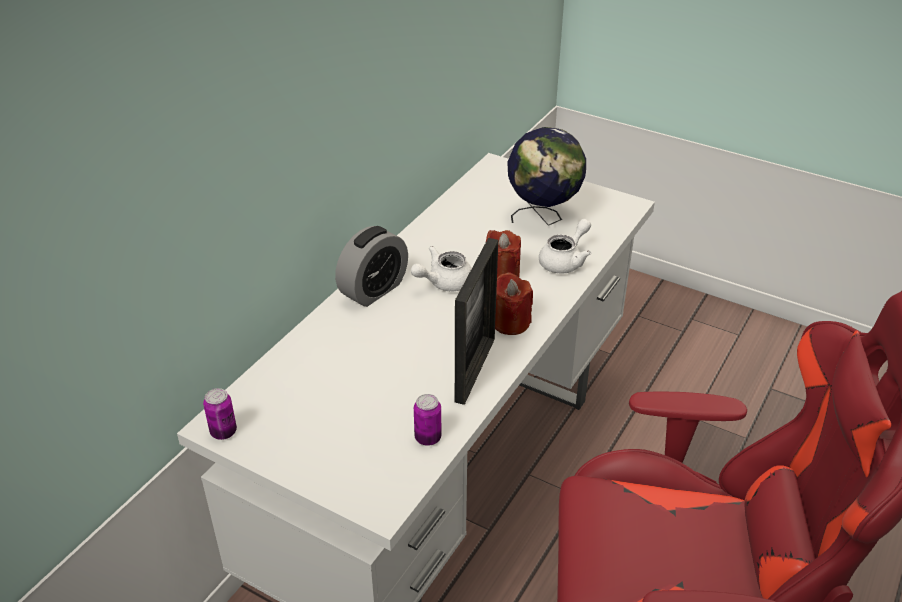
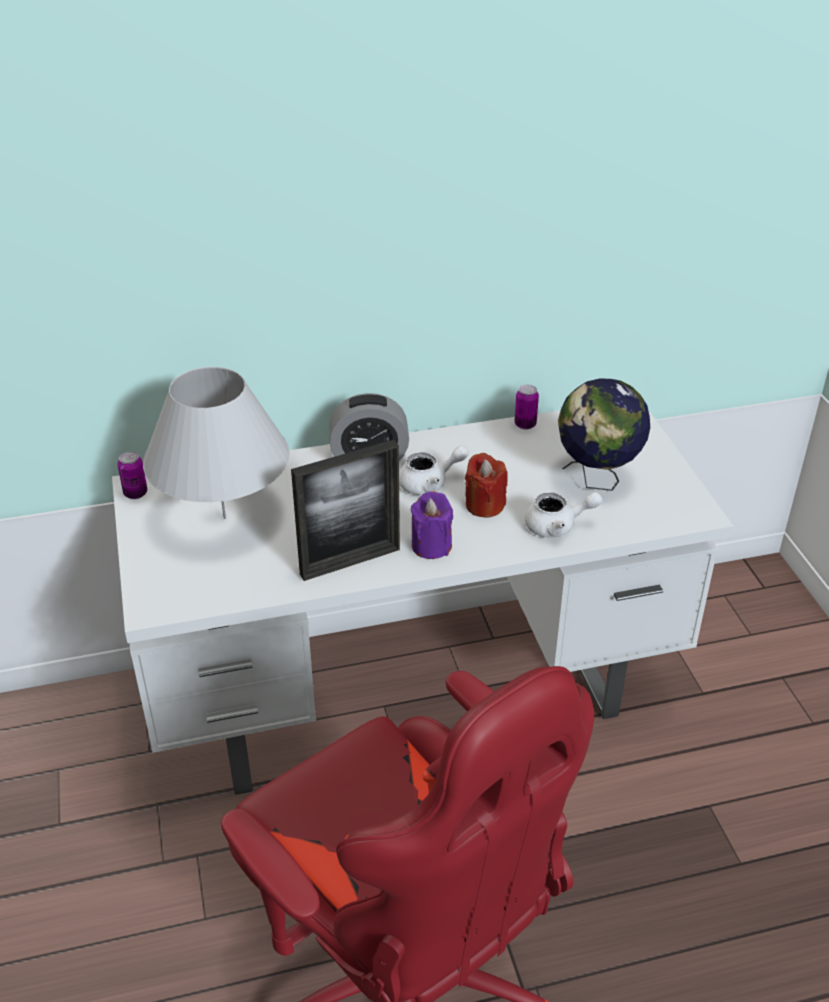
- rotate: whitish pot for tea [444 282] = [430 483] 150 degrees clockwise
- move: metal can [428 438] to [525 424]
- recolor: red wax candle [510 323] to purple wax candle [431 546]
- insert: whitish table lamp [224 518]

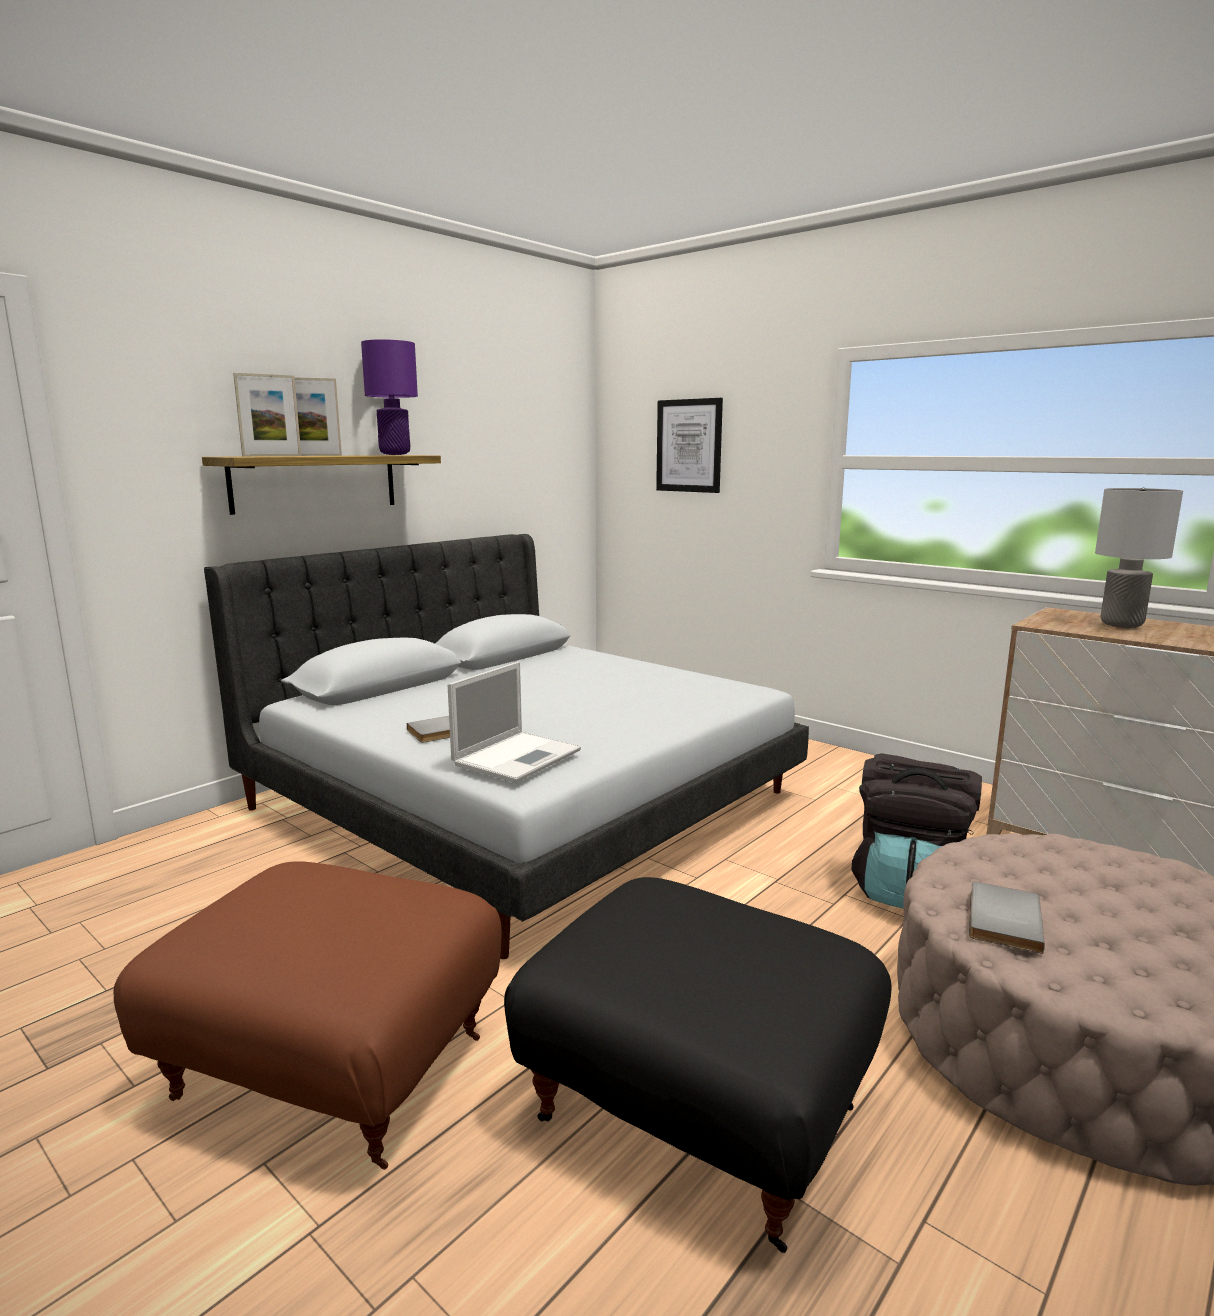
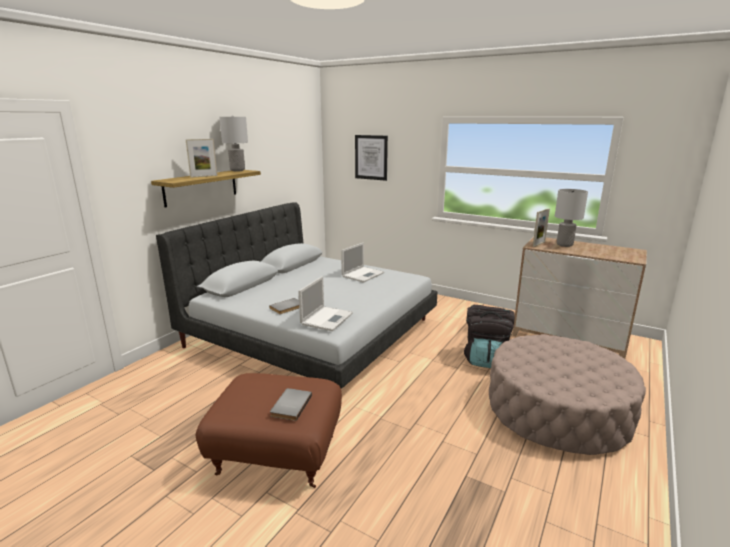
- move: standing frame [272 456] to [539 244]
- recolor: purple table lamp [395 455] to grey table lamp [237 171]
- delete: blackish pouffe [699 1110]
- move: grey volume [1000 919] to [290 405]
- insert: portable computer [363 274]

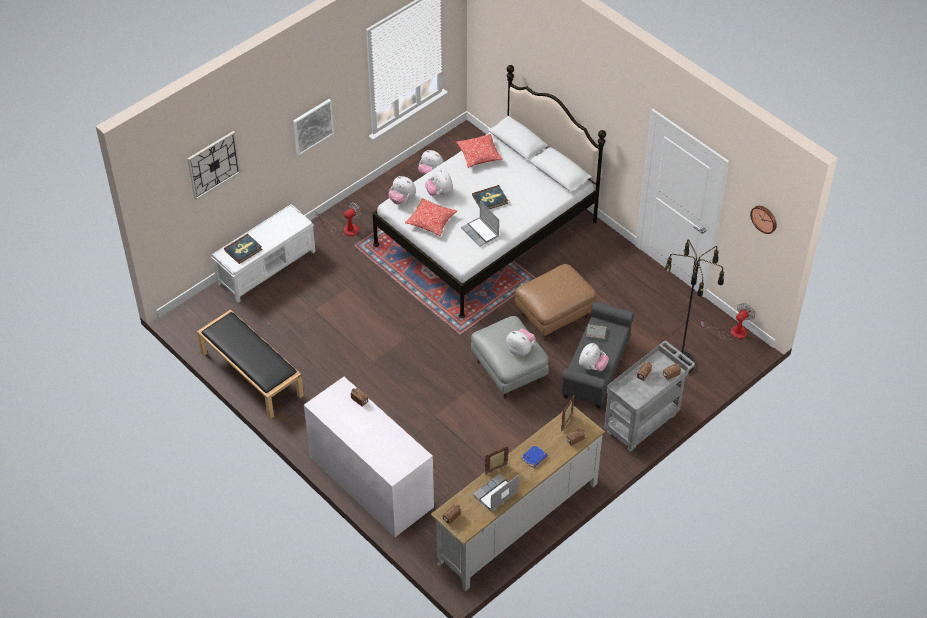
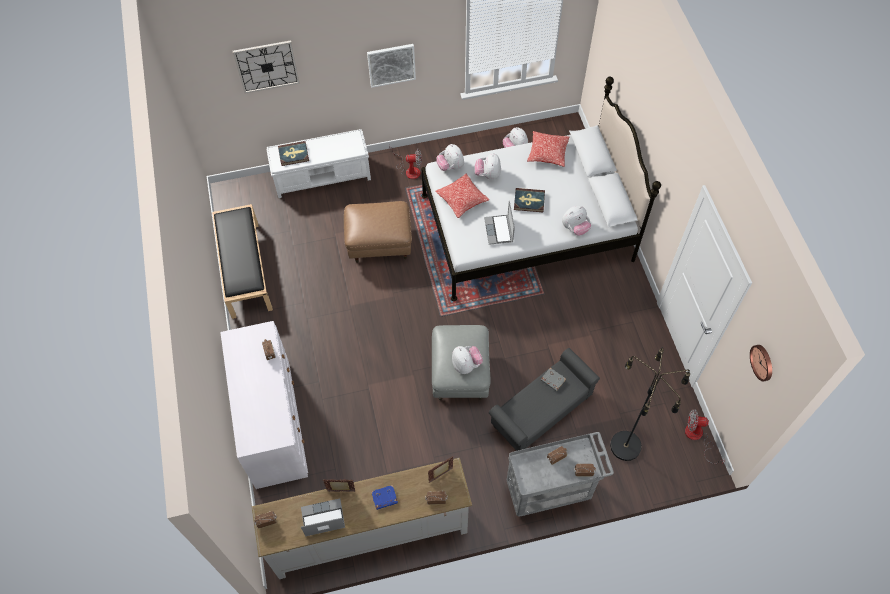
- move: brownish pouffe [554 317] to [379 244]
- move: cuddly toy [592 367] to [575 228]
- rotate: electric fan [732 332] = [697 437] 150 degrees counterclockwise

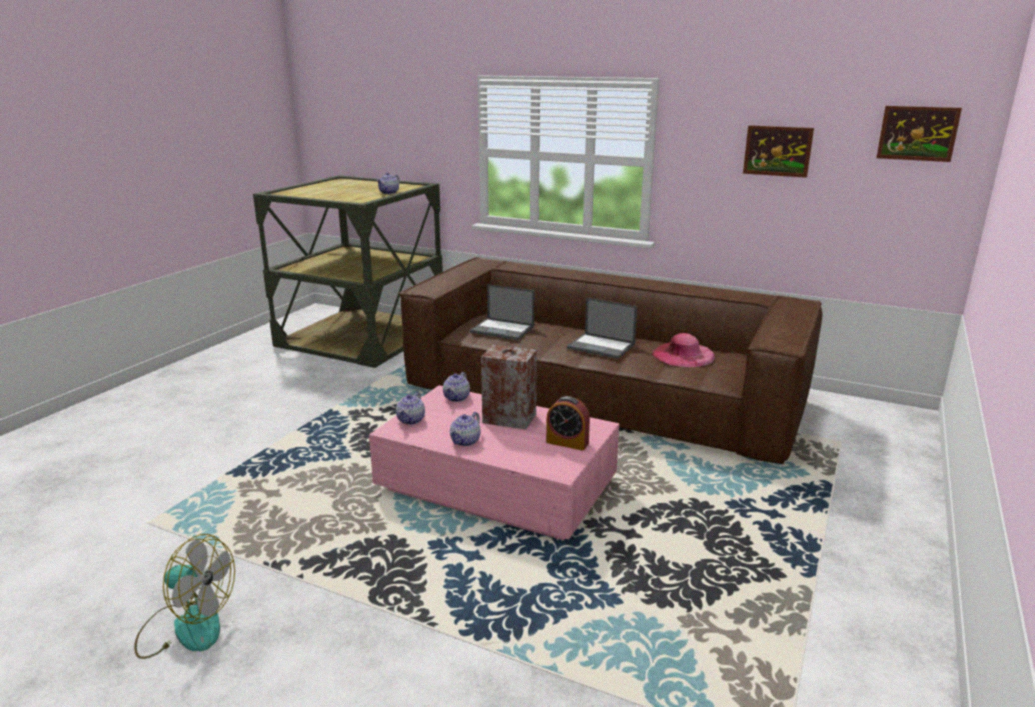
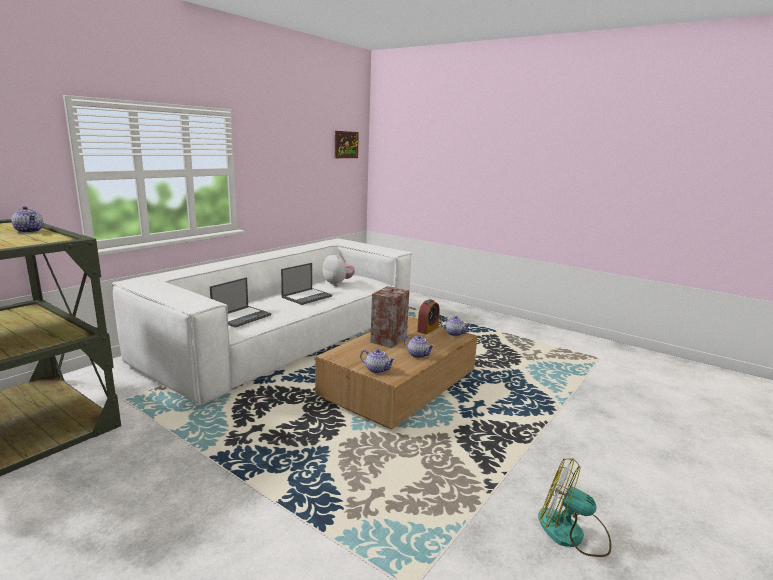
- rotate: electric fan [186 626] = [572 533] 90 degrees counterclockwise
- recolor: pinkish lounge table [497 487] to brownish lounge table [399 387]
- recolor: brownish couch [602 394] to whitish couch [287 337]
- move: pot for tea [457 398] to [454 333]
- replace: pinkish hat [683 355] to cuddly toy [338 283]
- delete: wall picture [777 151]

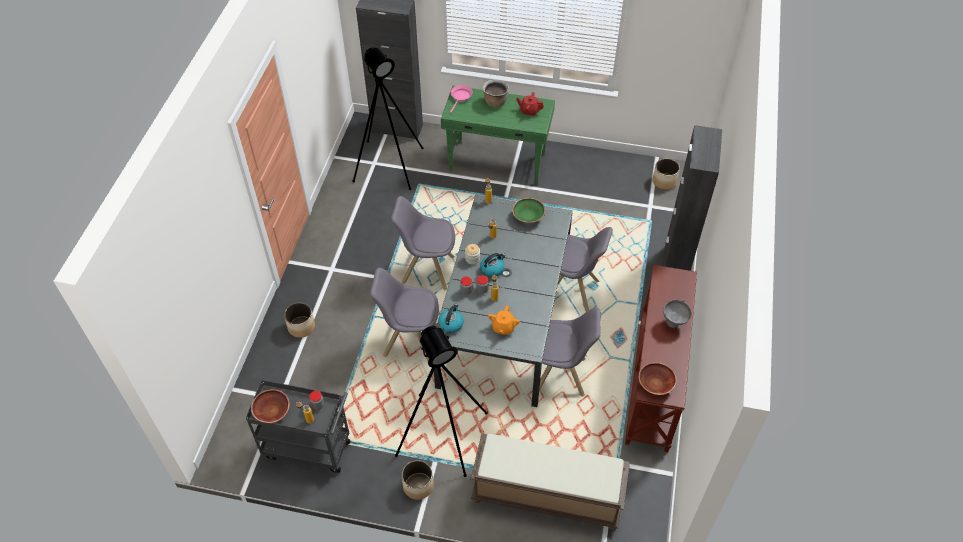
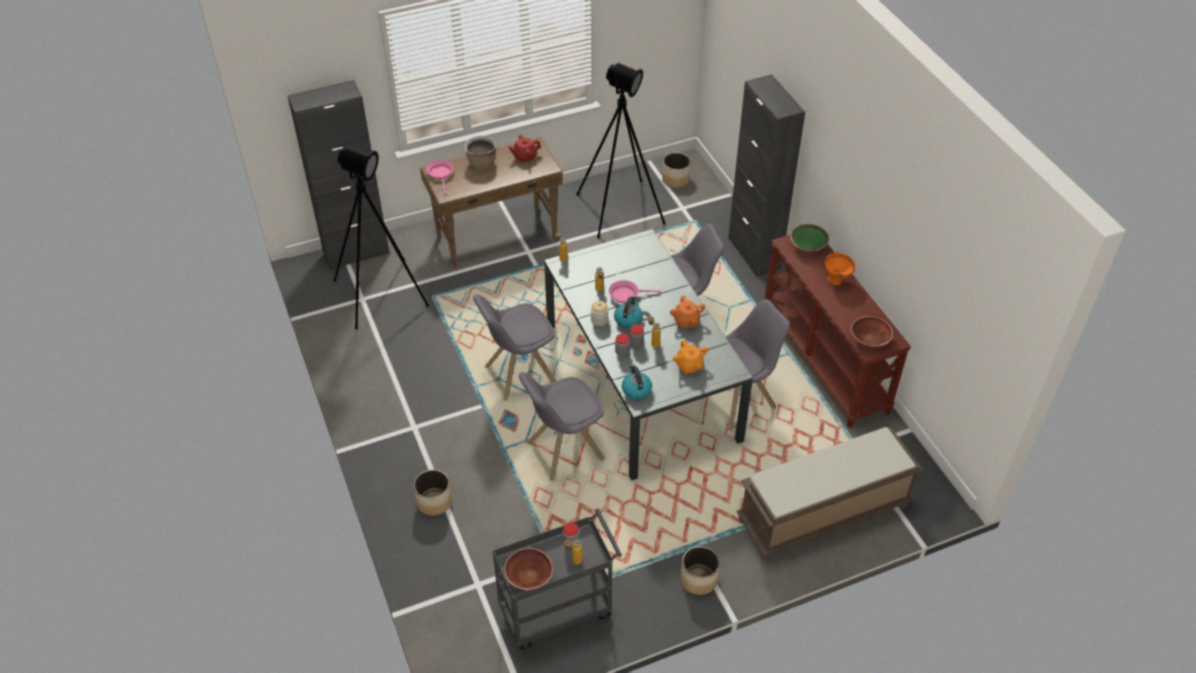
- move: blackish standing lamp [442 435] to [620 209]
- recolor: green-coloured hall table [498 162] to brownish hall table [497 236]
- move: green-coloured serving bowl [528 216] to [808 245]
- recolor: grey serving bowl [674 323] to orange-coloured serving bowl [836 280]
- insert: pinkish pan [626 295]
- insert: orange-coloured pot for tea [686 321]

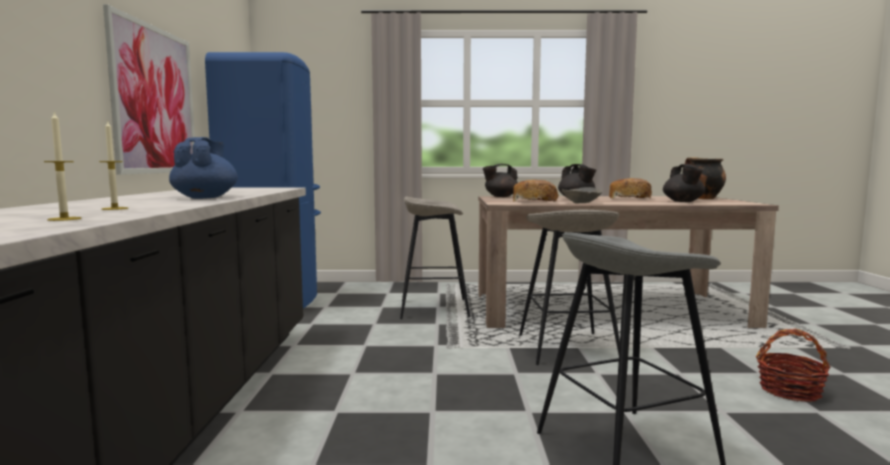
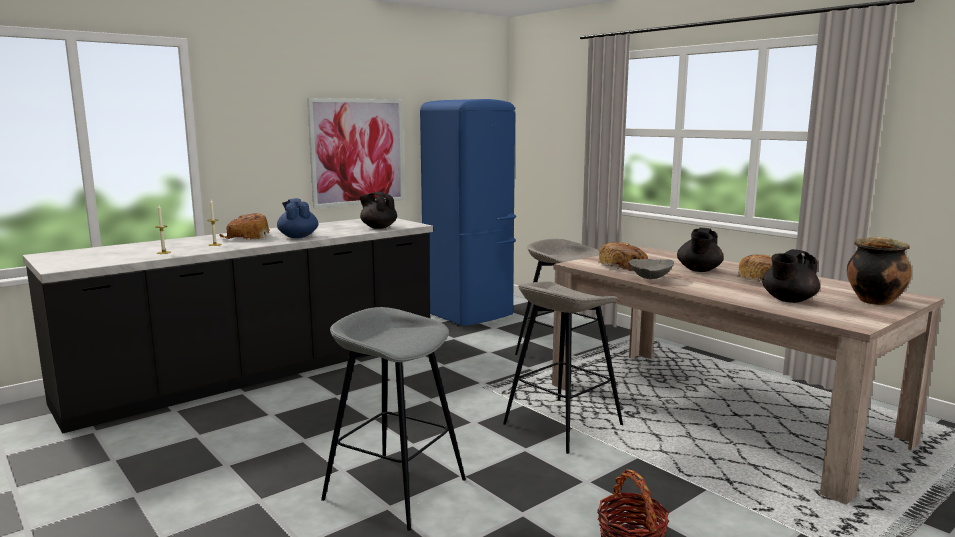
- rotate: bluish pot for tea [205 198] = [298 237] 75 degrees counterclockwise
- move: blackish pot for tea [500 196] to [378 227]
- insert: bread [246 237]

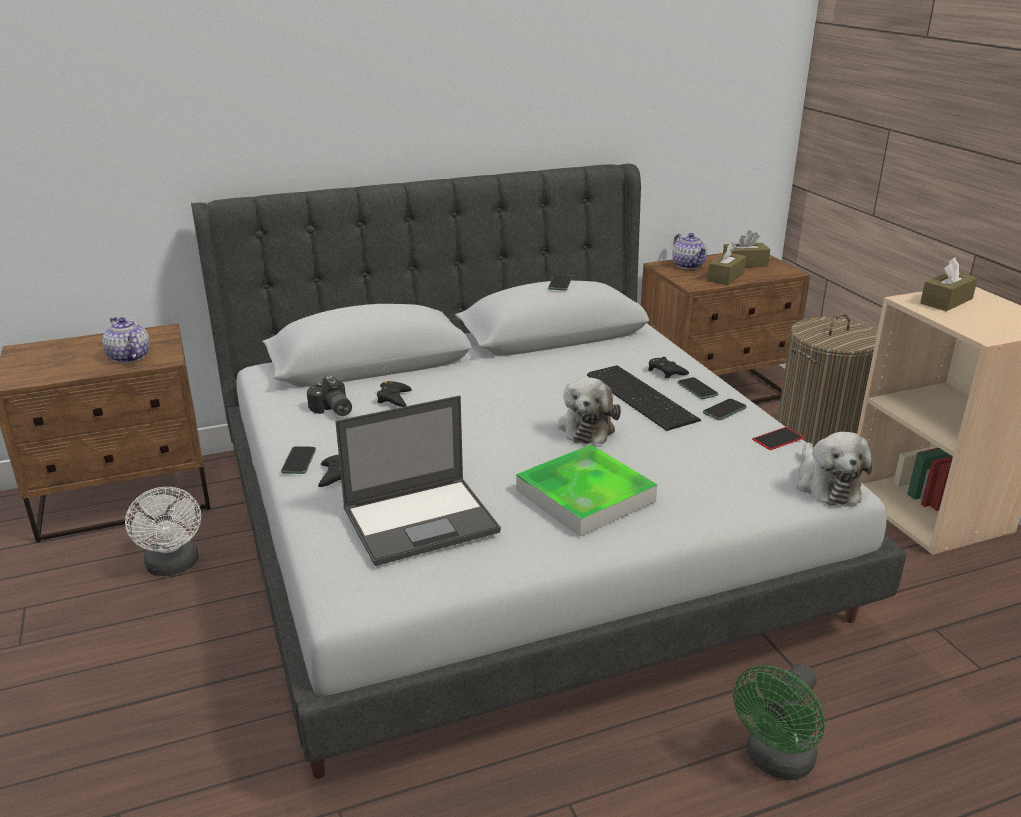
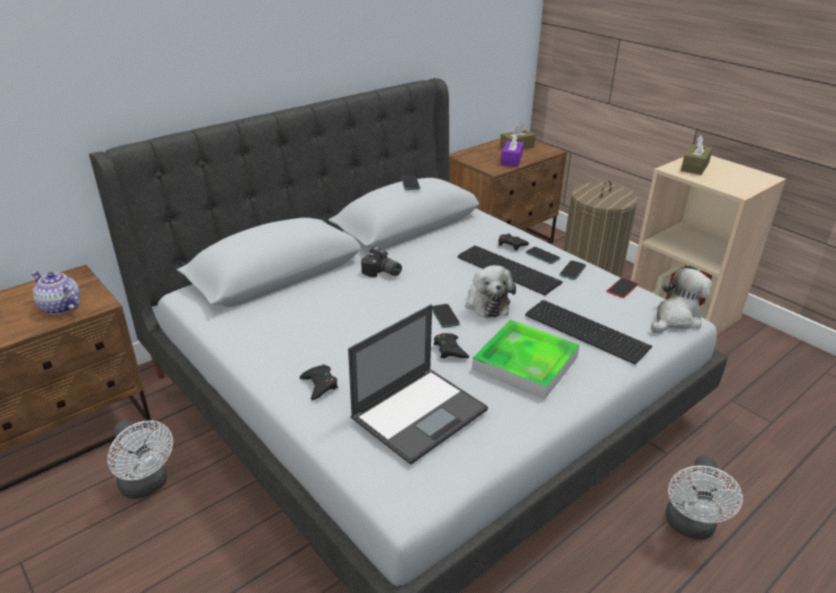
- move: handset [299 461] to [445 316]
- move: photo camera [332 410] to [382 273]
- move: blackish joypad [394 398] to [450 350]
- delete: pot for tea [688 265]
- recolor: brownish box of tissues [725 277] to purple box of tissues [511 160]
- recolor: green-coloured electric fan [775 762] to whitish electric fan [690 527]
- rotate: cuddly toy [826 484] = [676 319] 105 degrees counterclockwise
- insert: PC keyboard [586 329]

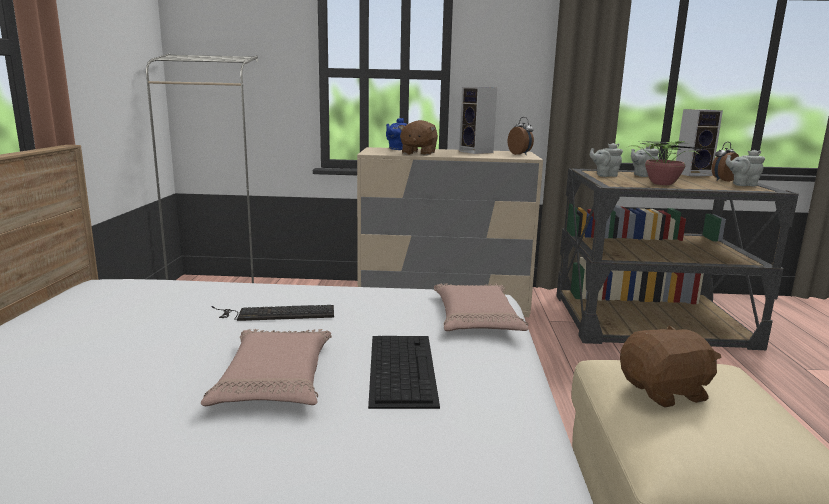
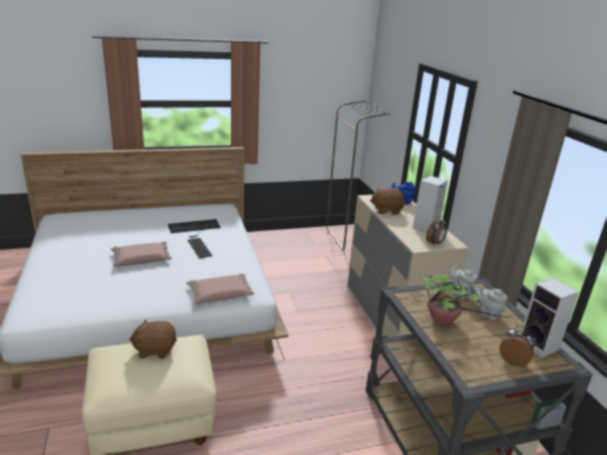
- move: PC keyboard [401 367] to [194 226]
- rotate: brownish cuddly toy [665 392] = [155 350] 120 degrees clockwise
- delete: grey pot for tea [742 185]

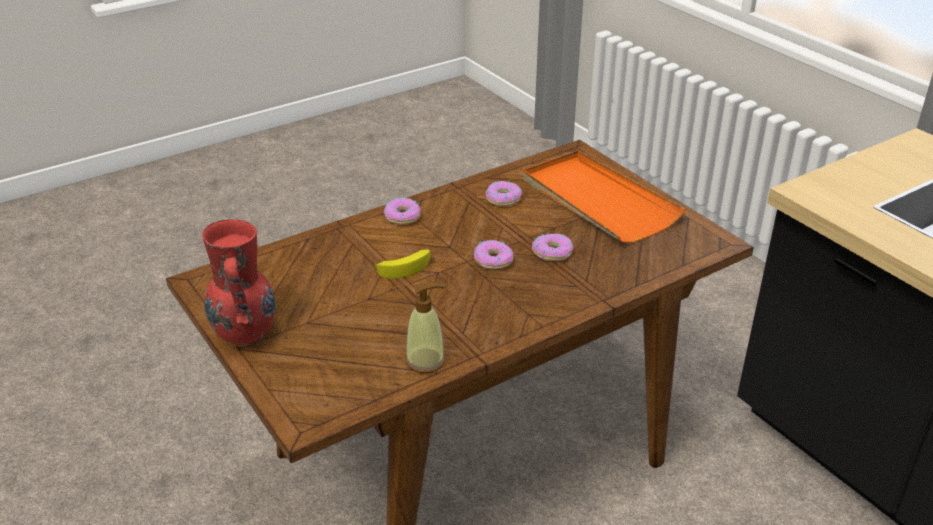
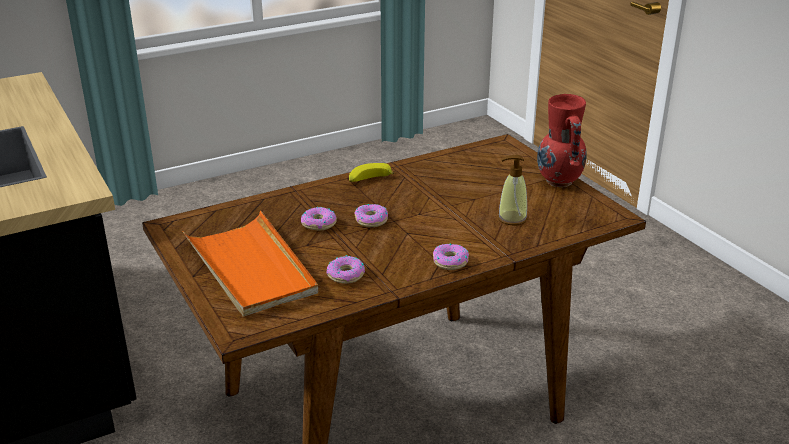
- move: banana [405 267] to [369 180]
- move: liquid soap bottle [425 361] to [512 218]

